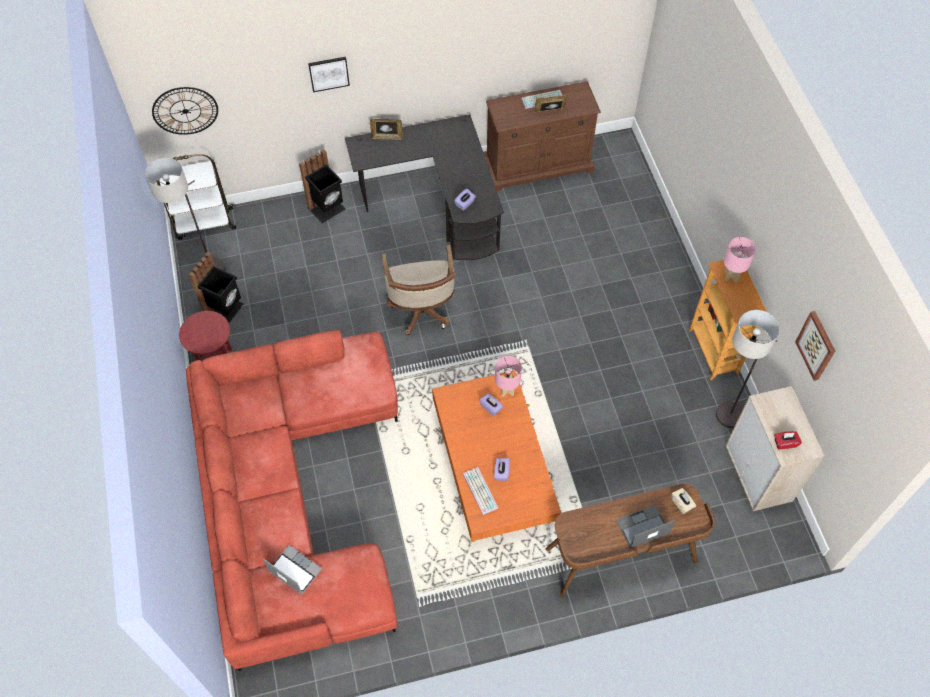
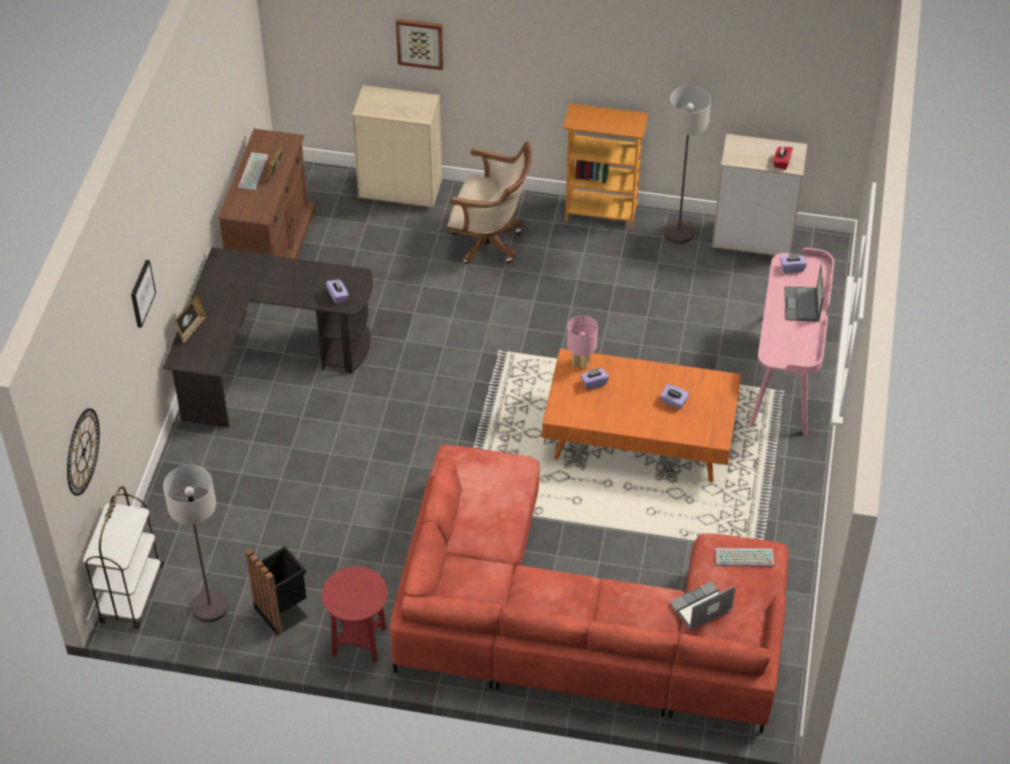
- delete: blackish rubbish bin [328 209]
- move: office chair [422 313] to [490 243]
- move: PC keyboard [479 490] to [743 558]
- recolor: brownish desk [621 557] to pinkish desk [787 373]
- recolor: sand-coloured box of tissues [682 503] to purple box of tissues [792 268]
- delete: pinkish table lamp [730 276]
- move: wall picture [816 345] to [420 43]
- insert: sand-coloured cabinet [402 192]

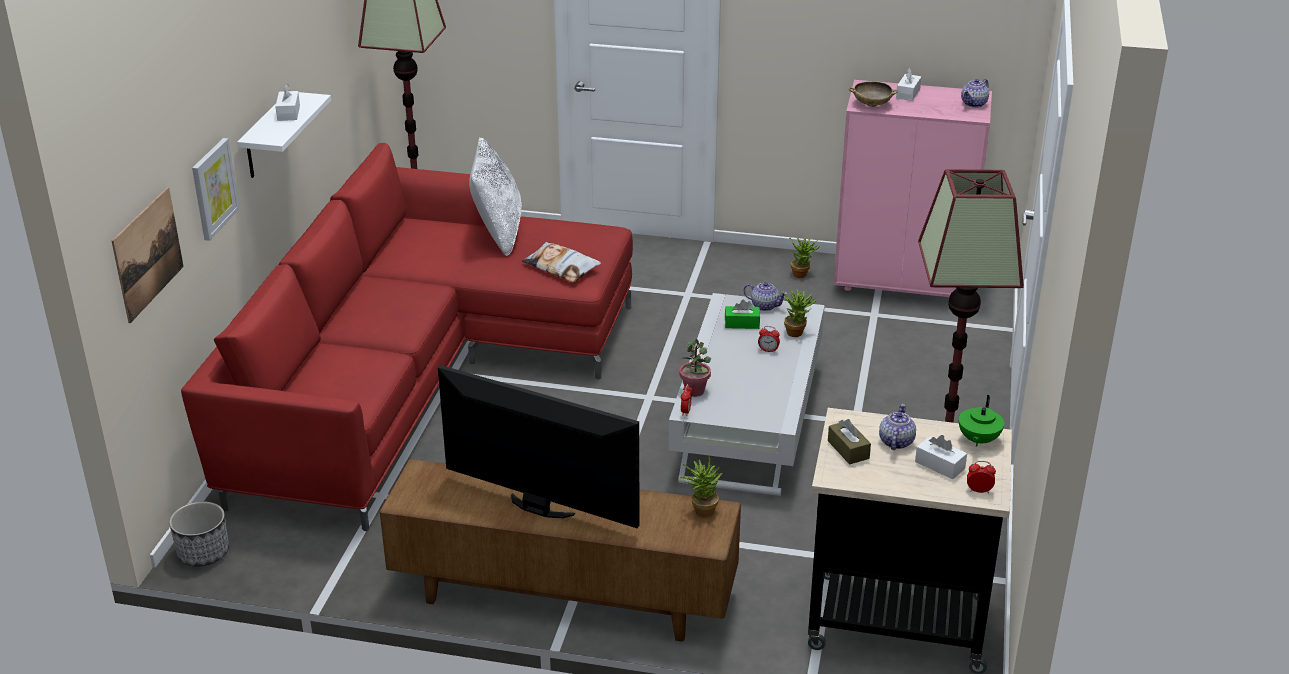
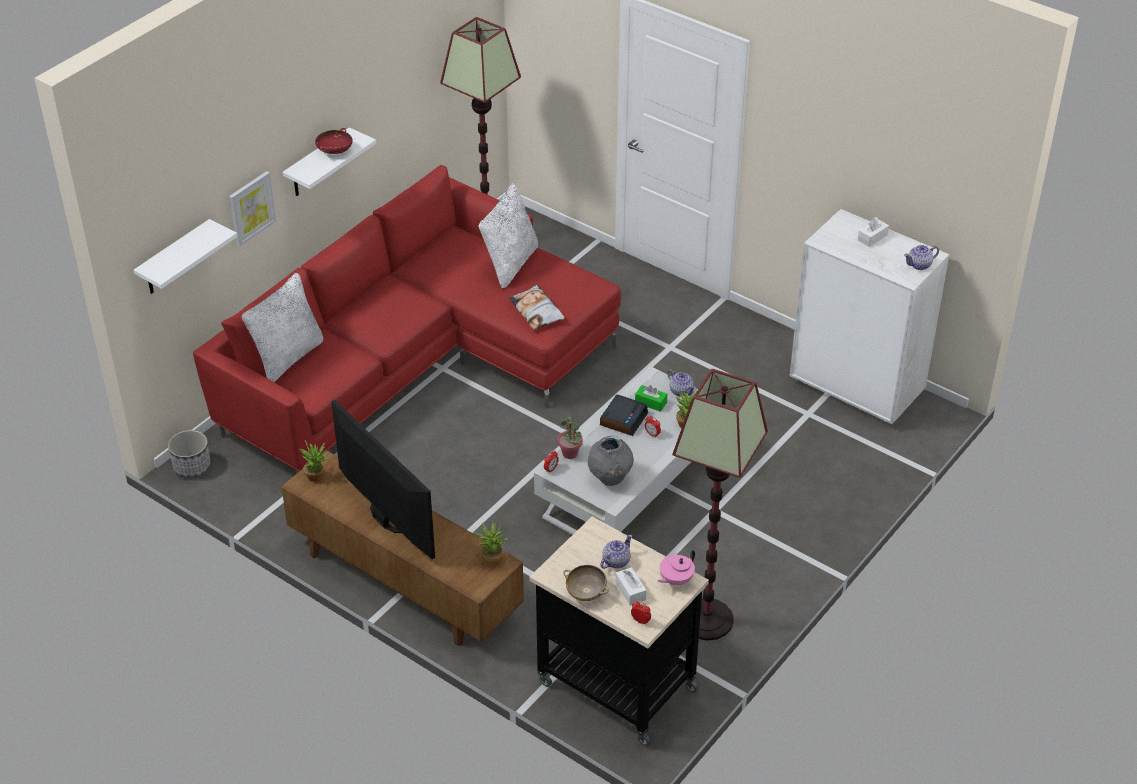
- replace: wall picture [148 254] to whitish bracket shelf [174 259]
- replace: whitish box of tissues [288 113] to red serving bowl [334 151]
- move: potted plant [802 274] to [317 476]
- delete: brownish box of tissues [848 450]
- recolor: pinkish cabinet [902 282] to whitish cabinet [857 388]
- move: sand-coloured serving bowl [872 105] to [586 592]
- recolor: green-coloured pot for tea [978 440] to pinkish pot for tea [675 580]
- insert: whitish pillow [289 358]
- insert: grey vase [610 479]
- insert: table clock [623 419]

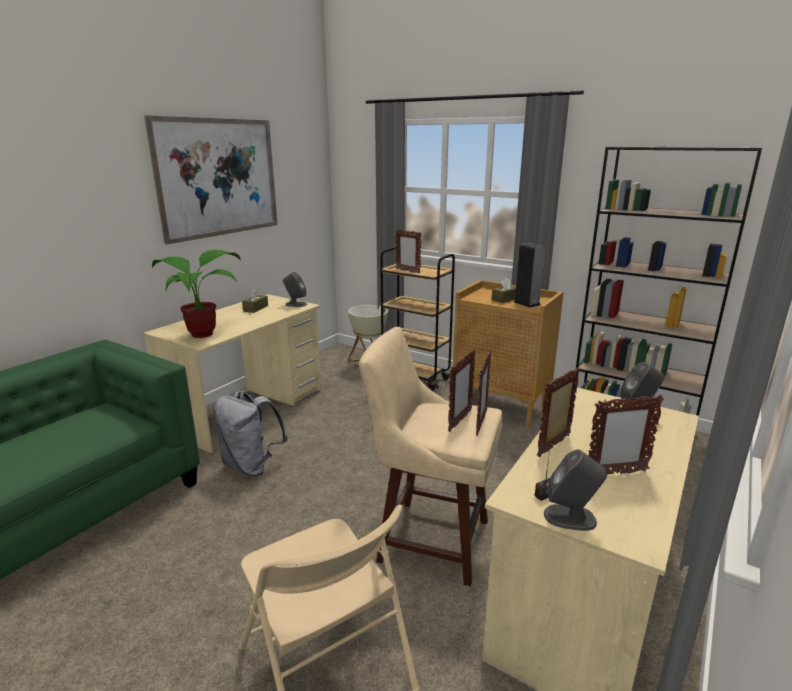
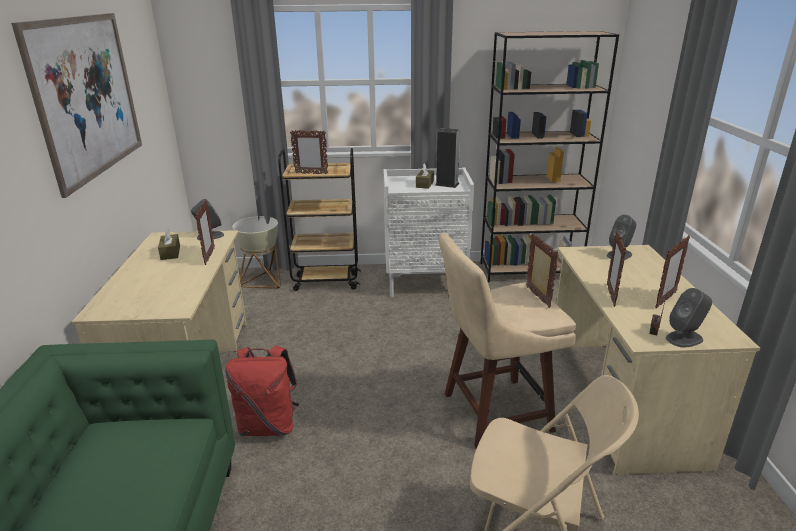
- delete: potted plant [205 333]
- recolor: grey knapsack [251 466] to red knapsack [268 425]
- move: standing frame [459 421] to [209 256]
- recolor: brownish cabinet [501 406] to whitish cabinet [426 284]

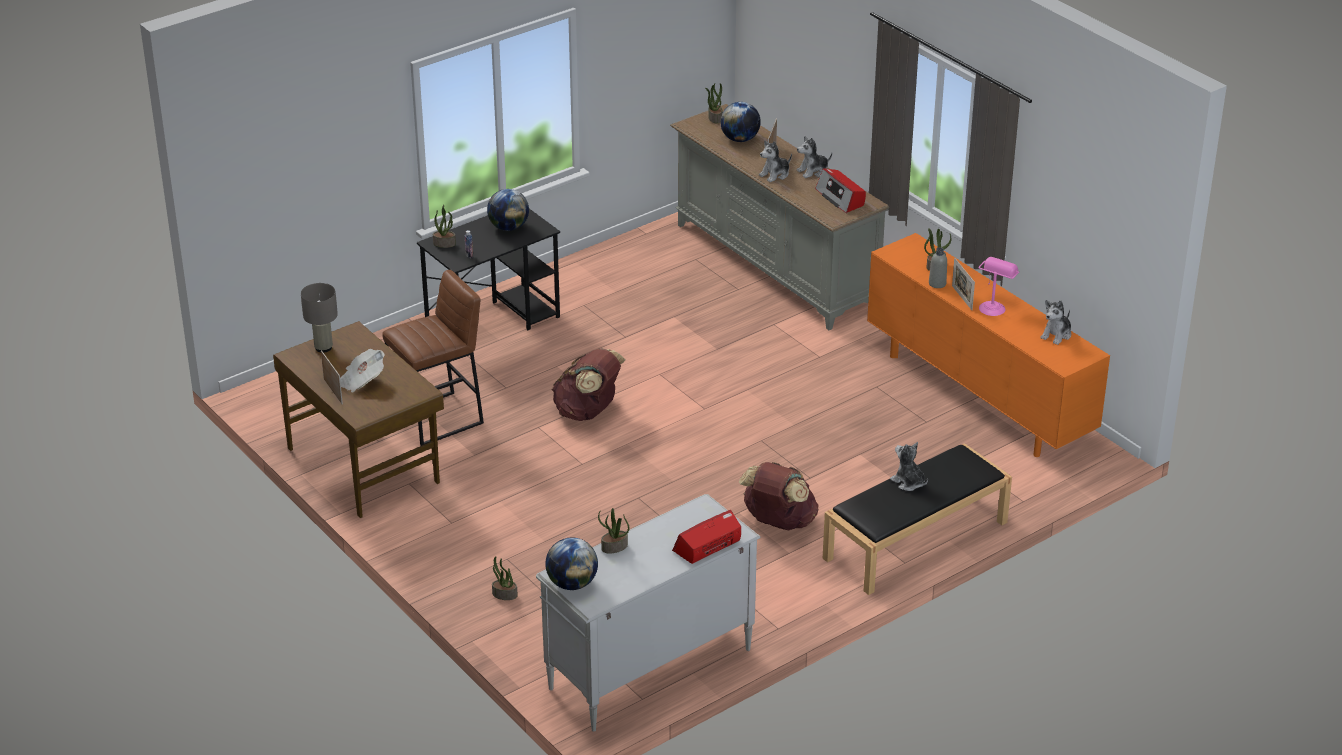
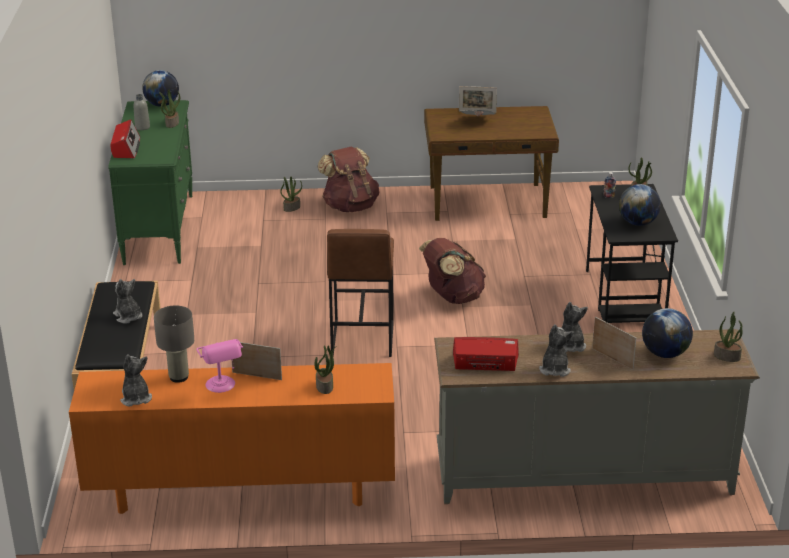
- move: grey table lamp [323 348] to [178 377]
- move: brownish stool seat [439 418] to [362 339]
- recolor: whitish chest of drawers [648 669] to green-coloured chest of drawers [160 228]
- move: brownish knapsack [778 522] to [350 206]
- rotate: cuddly toy [908 482] = [128 317] 120 degrees counterclockwise
- move: grey beverage bottle [937 283] to [142 127]

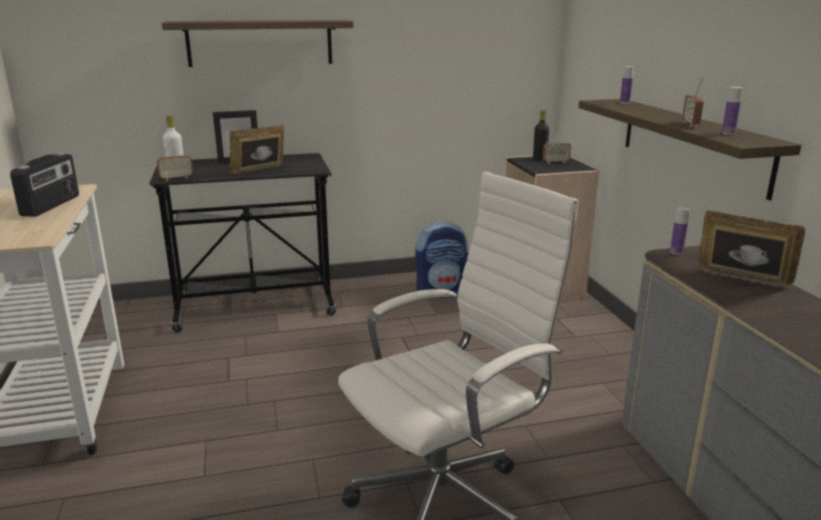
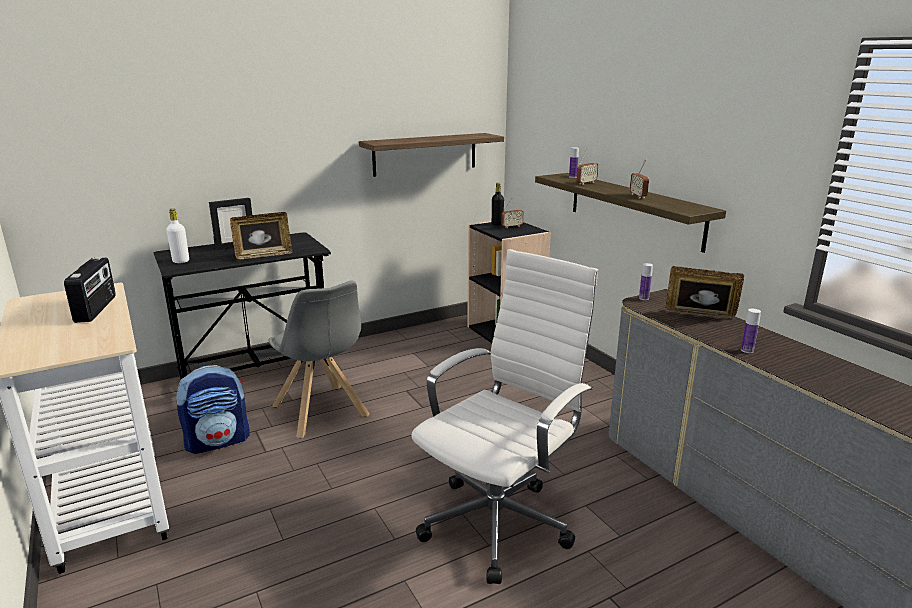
- move: radio receiver [176 178] to [586 183]
- move: bracket shelf [260 43] to [425 154]
- rotate: standing frame [259 171] = [263 255] 150 degrees counterclockwise
- move: knapsack [441 289] to [218 441]
- move: beverage bottle [728 133] to [747 350]
- insert: grey plain chair [322 413]

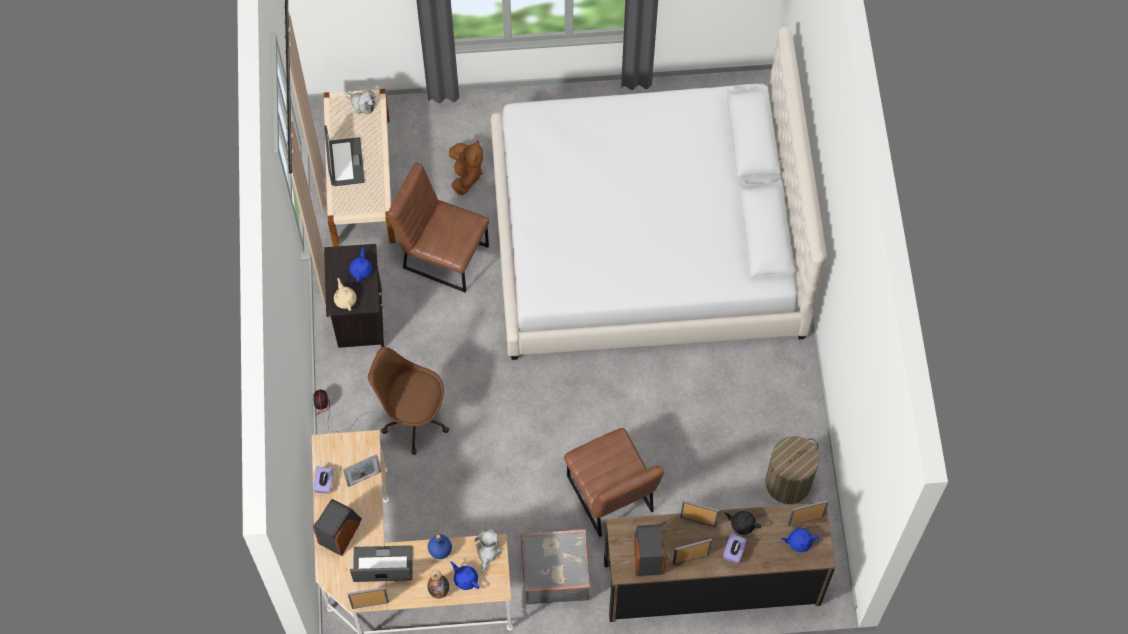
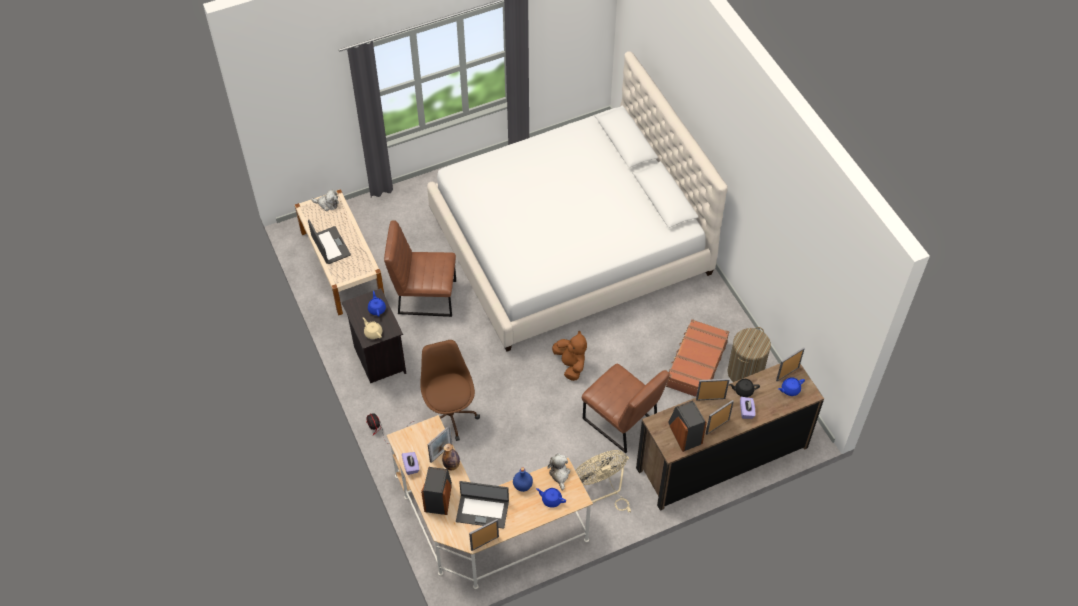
- rotate: portable computer [383 565] = [482 511] 150 degrees counterclockwise
- rotate: brownish office chair [414 421] = [450 416] 75 degrees clockwise
- move: beverage bottle [439 591] to [451 465]
- move: brownish cuddly toy [466 175] to [570 365]
- replace: grey travel case [554 573] to sand-coloured electric fan [603 489]
- insert: brownish travel case [696 364]

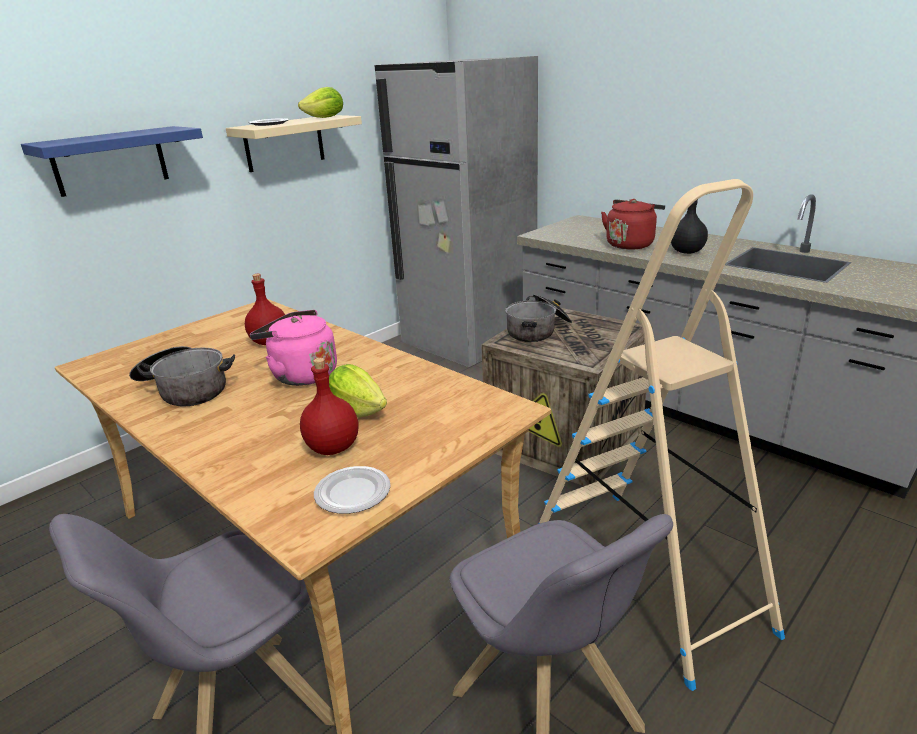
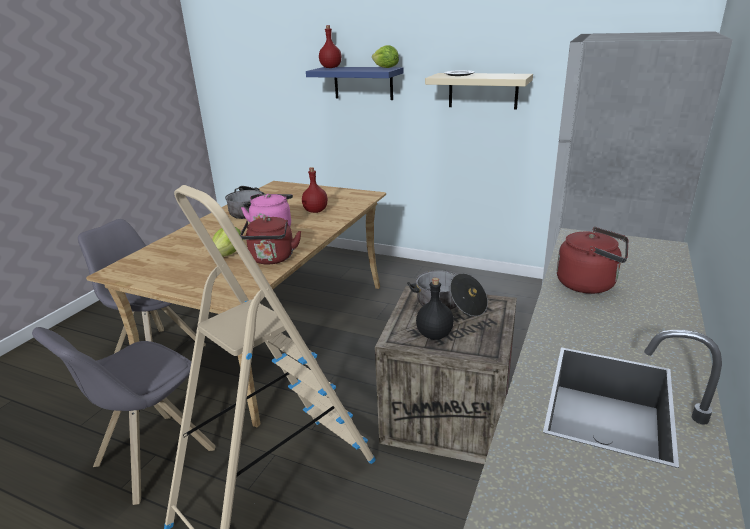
- move: lettuce head [325 118] to [385 68]
- move: red beverage bottle [333 448] to [330 68]
- delete: plate [352 493]
- move: blackish beverage bottle [686 251] to [435 334]
- insert: red kettle [272 259]

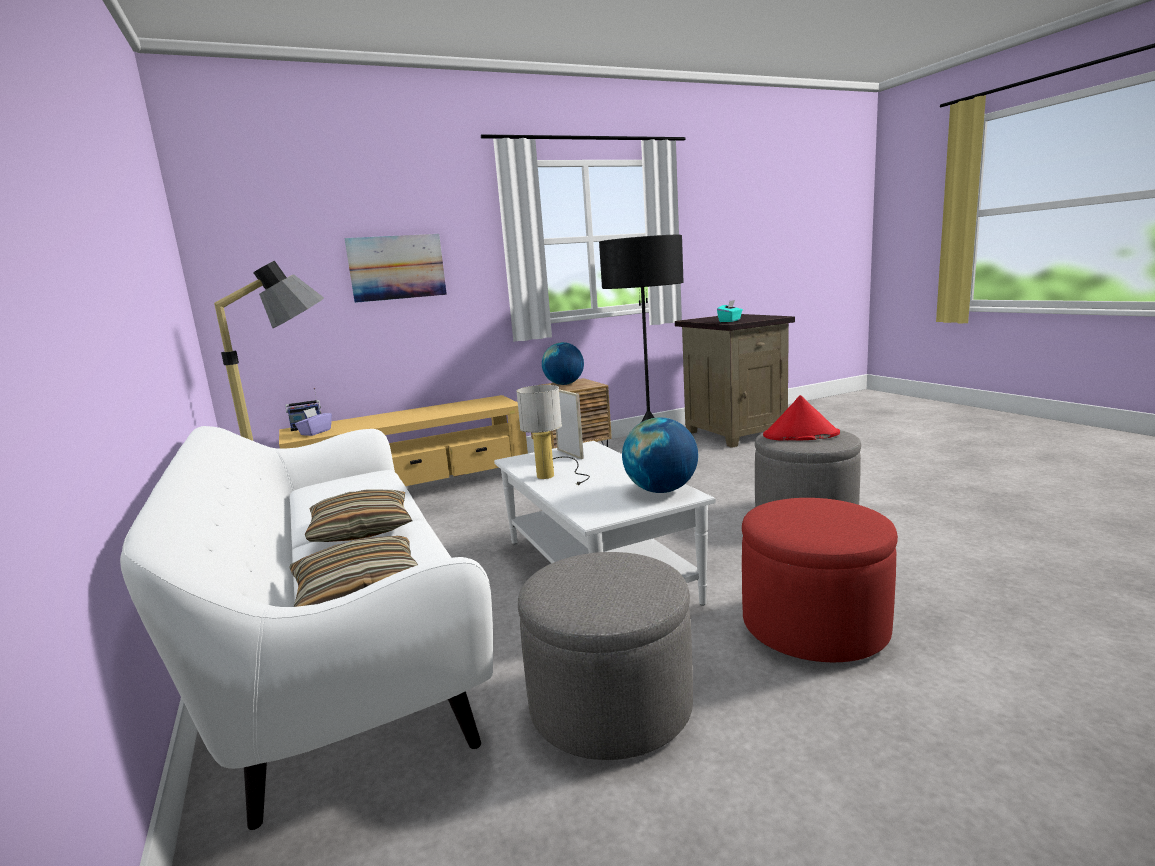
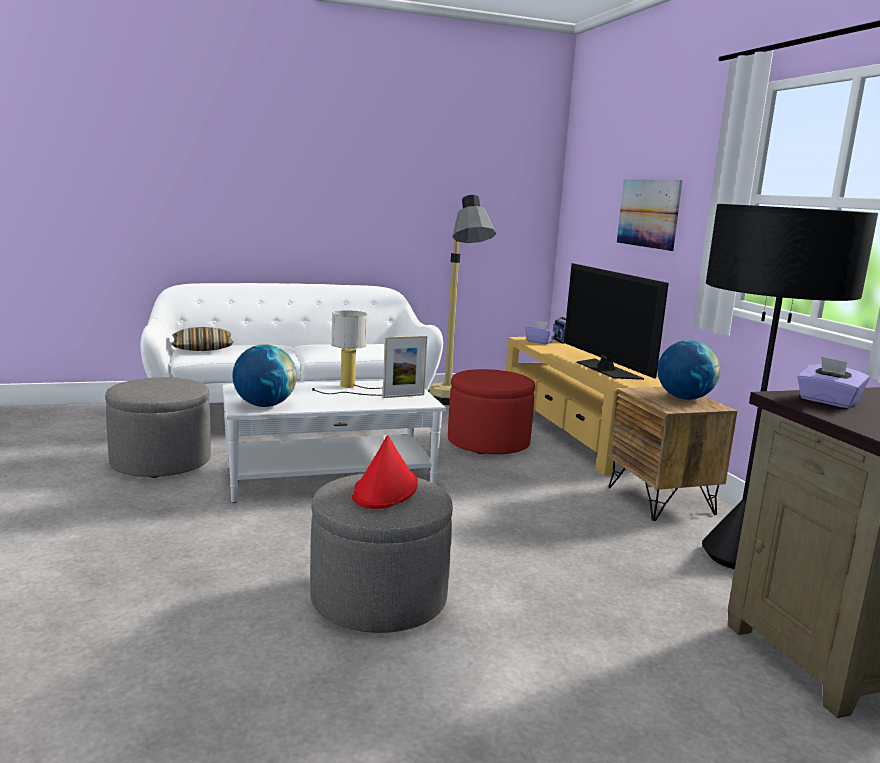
- delete: pillow [361 530]
- recolor: blue-green box of tissues [730 321] to purple box of tissues [828 401]
- move: red pouffe [814 625] to [488 442]
- insert: TV set [606 369]

